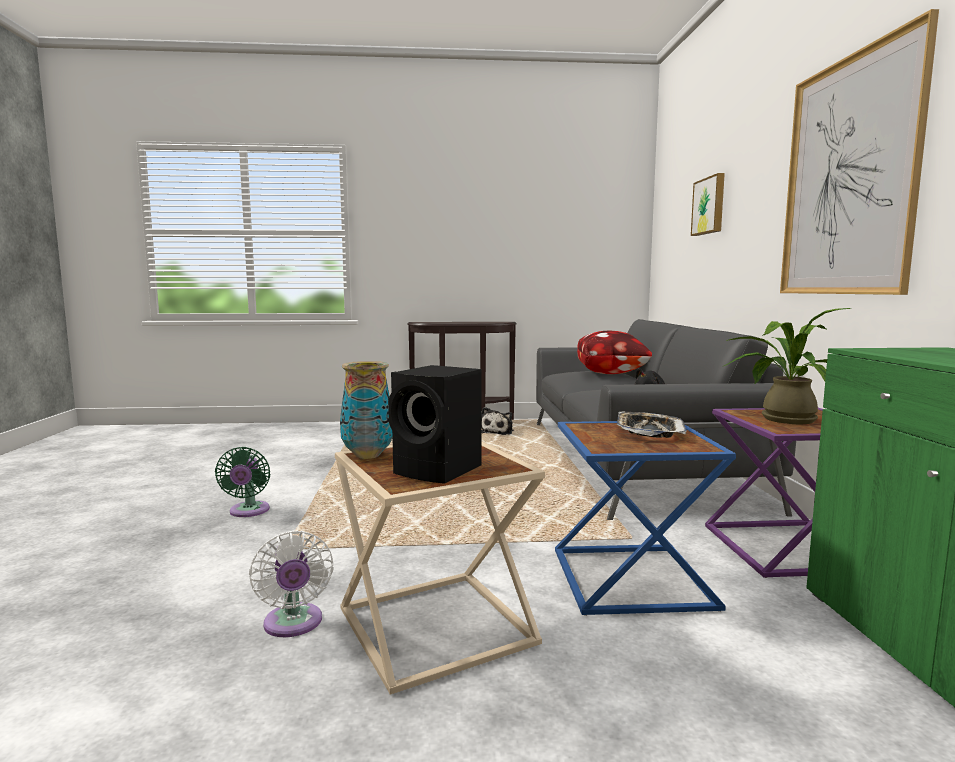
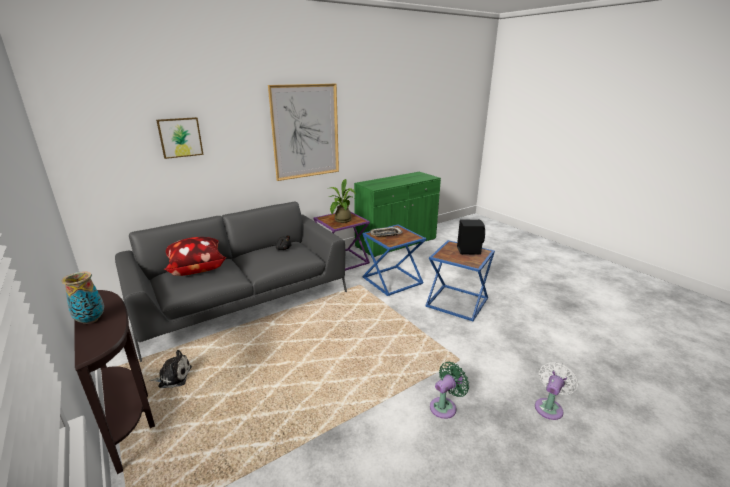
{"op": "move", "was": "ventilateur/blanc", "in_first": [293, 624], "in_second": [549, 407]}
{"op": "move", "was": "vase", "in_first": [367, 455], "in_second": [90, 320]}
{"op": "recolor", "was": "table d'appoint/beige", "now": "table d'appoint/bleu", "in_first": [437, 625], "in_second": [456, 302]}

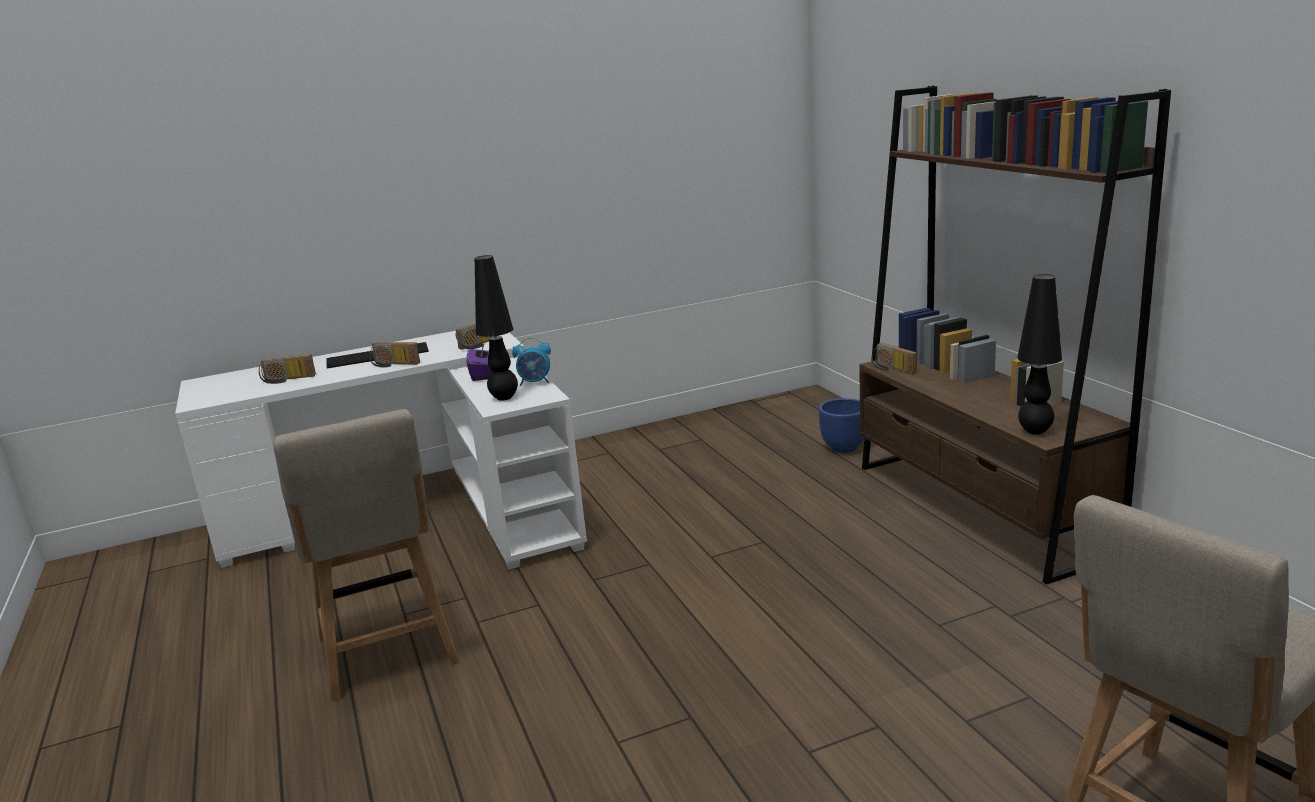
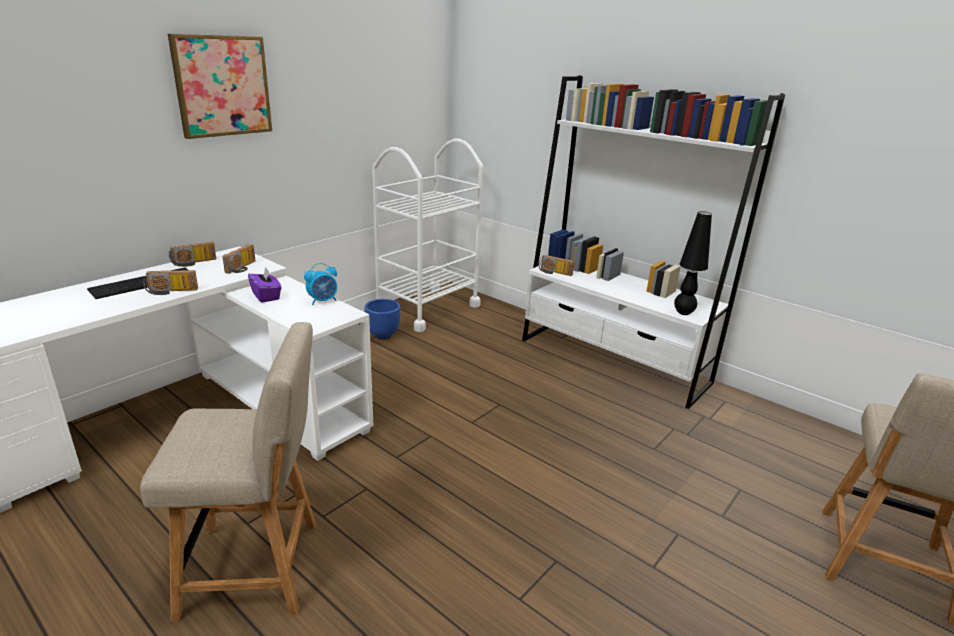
{"op": "delete", "was": "lampe de table/noir", "in_first": [504, 398]}
{"op": "insert", "now": "tableau", "in_second": [222, 86]}
{"op": "insert", "now": "chariot/blanc", "in_second": [427, 308]}
{"op": "move", "was": "radio", "in_first": [287, 380], "in_second": [194, 263]}
{"op": "move", "was": "cache-pot/bleu", "in_first": [844, 448], "in_second": [383, 334]}
{"op": "recolor", "was": "bibliothèque/marron", "now": "bibliothèque/blanc", "in_first": [979, 508], "in_second": [613, 361]}
{"op": "rotate", "was": "chaise/beige", "in_first": [388, 654], "in_second": [258, 568], "clockwise": -45}

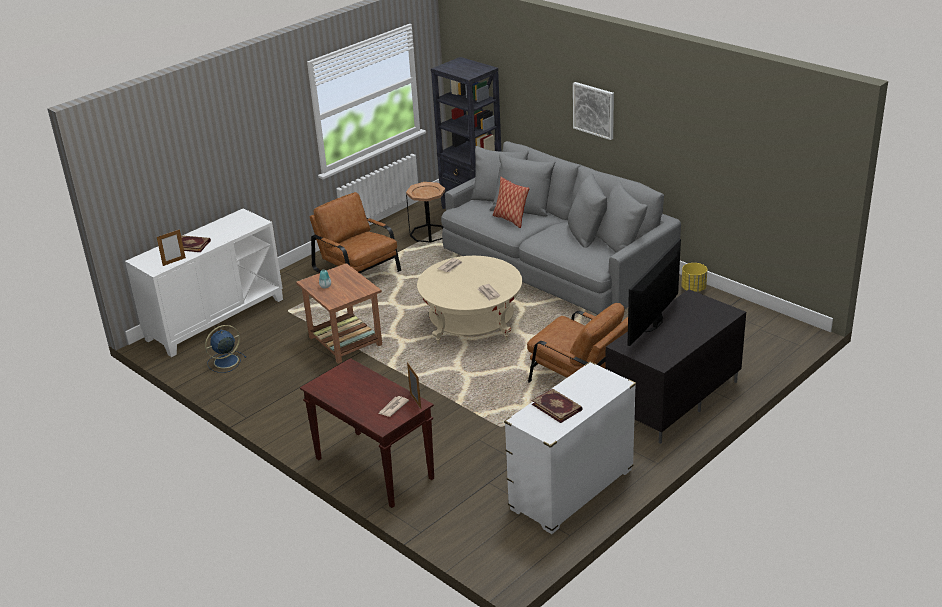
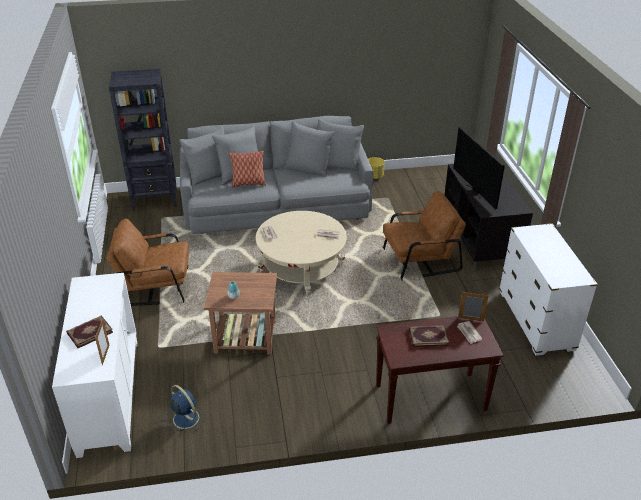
{"op": "delete", "was": "table d'appoint/marron", "in_first": [429, 234]}
{"op": "delete", "was": "tableau", "in_first": [594, 110]}
{"op": "move", "was": "livre", "in_first": [557, 407], "in_second": [428, 337]}
{"op": "rotate", "was": "ventilateur/bleu", "in_first": [225, 362], "in_second": [185, 418], "clockwise": 135}

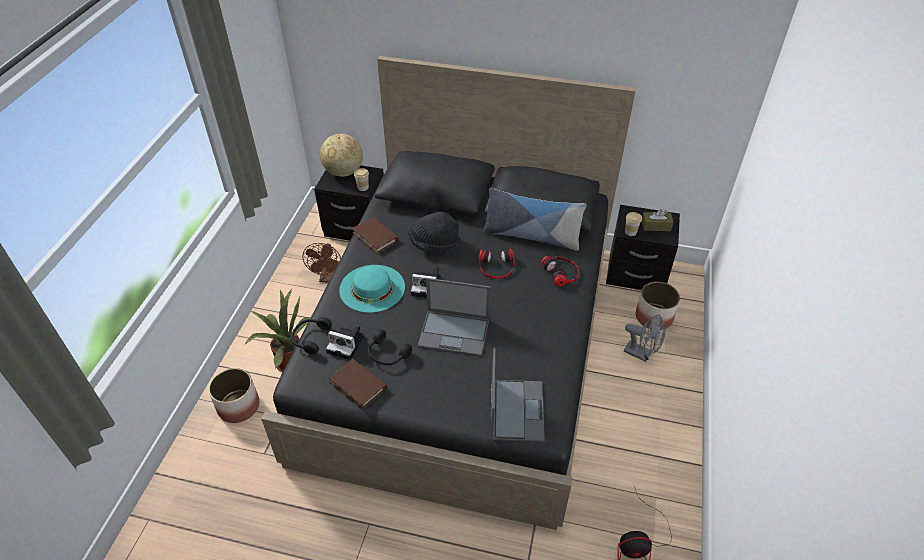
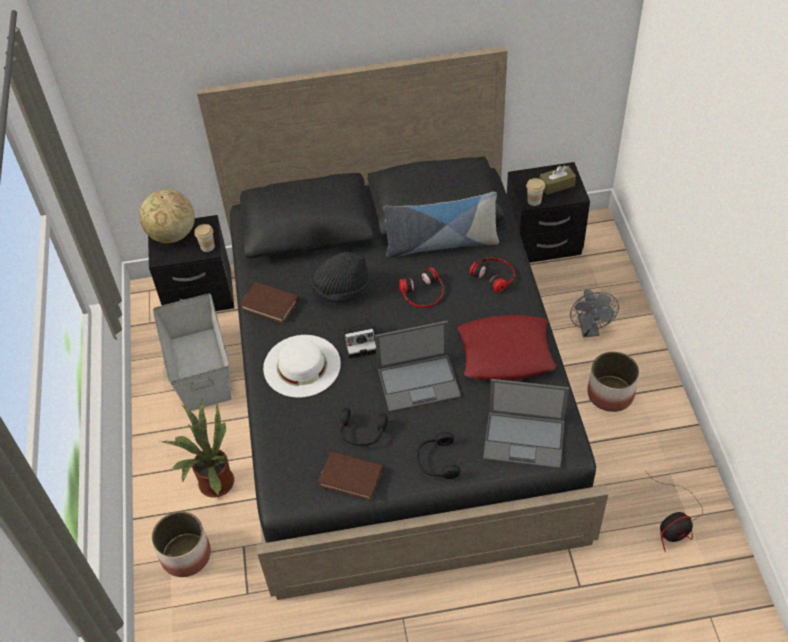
{"op": "delete", "was": "appareil photo", "in_first": [347, 344]}
{"op": "insert", "now": "coussin/rouge", "in_second": [506, 353]}
{"op": "move", "was": "casque audio/noir", "in_first": [310, 338], "in_second": [437, 461]}
{"op": "move", "was": "cache-pot", "in_first": [654, 317], "in_second": [611, 394]}
{"op": "replace", "was": "ventilateur/marron", "now": "boîte de rangement/gris", "in_first": [327, 277], "in_second": [201, 368]}
{"op": "recolor", "was": "chapeau/turquoise", "now": "chapeau/blanc", "in_first": [372, 288], "in_second": [302, 365]}
{"op": "rotate", "was": "ordinateur portable", "in_first": [516, 409], "in_second": [525, 439], "clockwise": 120}
{"op": "rotate", "was": "ventilateur/gris", "in_first": [641, 354], "in_second": [589, 330], "clockwise": 75}

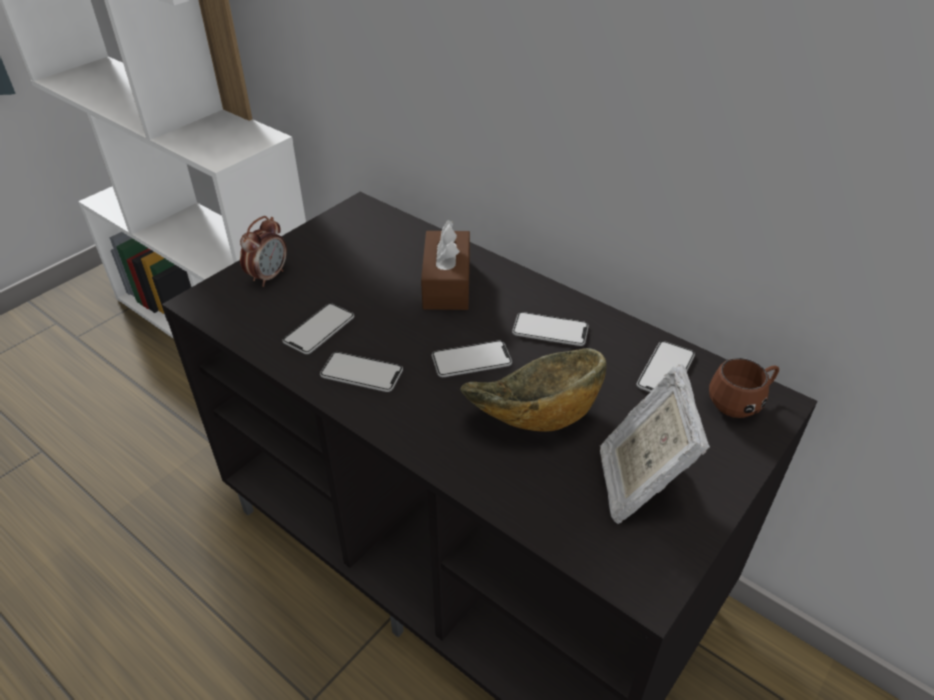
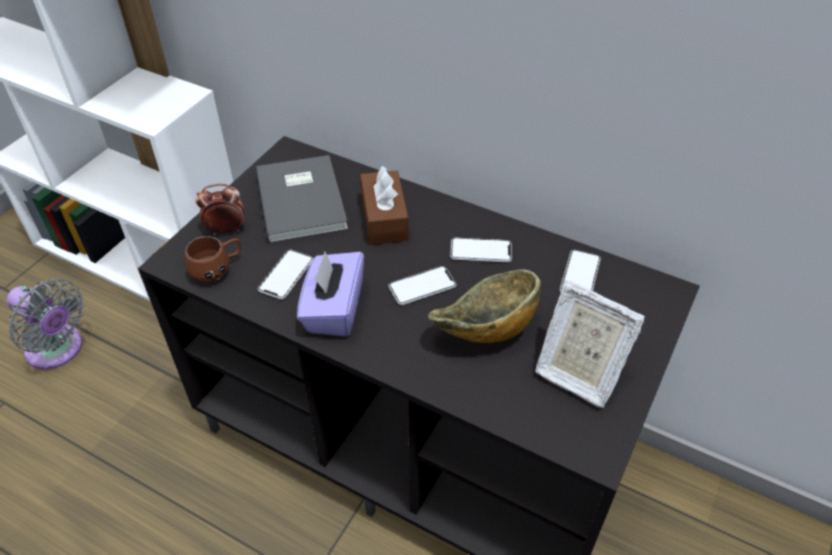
{"op": "insert", "now": "ventilateur/gris", "in_second": [58, 350]}
{"op": "insert", "now": "livre/gris", "in_second": [303, 199]}
{"op": "move", "was": "mug/marron", "in_first": [741, 403], "in_second": [218, 270]}
{"op": "replace", "was": "téléphone", "now": "boîte à mouchoirs/violet", "in_first": [361, 373], "in_second": [333, 310]}
{"op": "rotate", "was": "réveil", "in_first": [268, 276], "in_second": [226, 230], "clockwise": -120}
{"op": "rotate", "was": "cadre photo", "in_first": [639, 483], "in_second": [577, 373], "clockwise": -45}

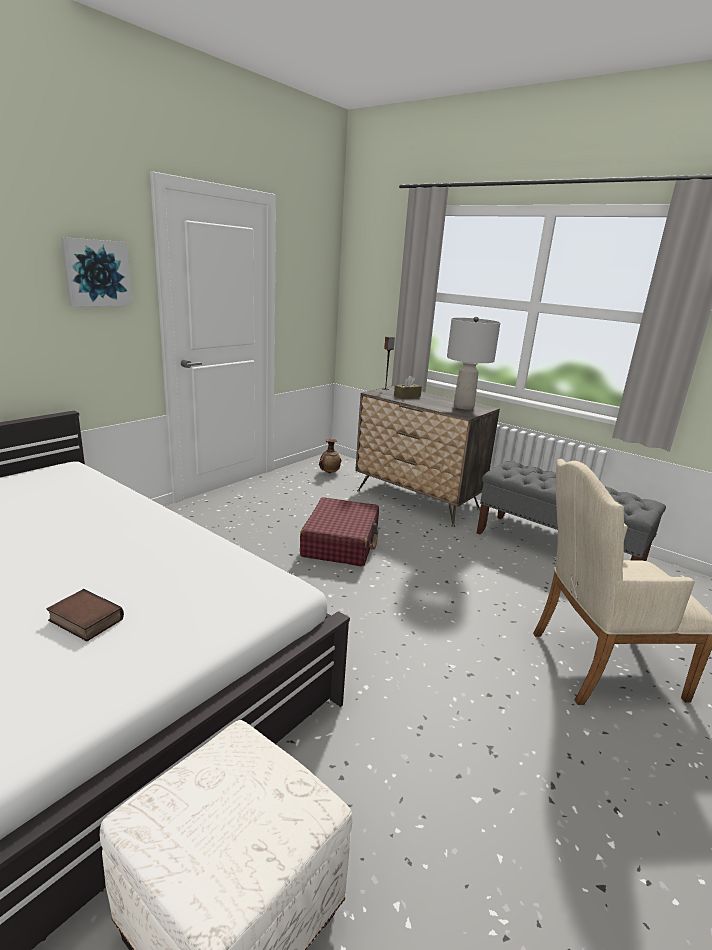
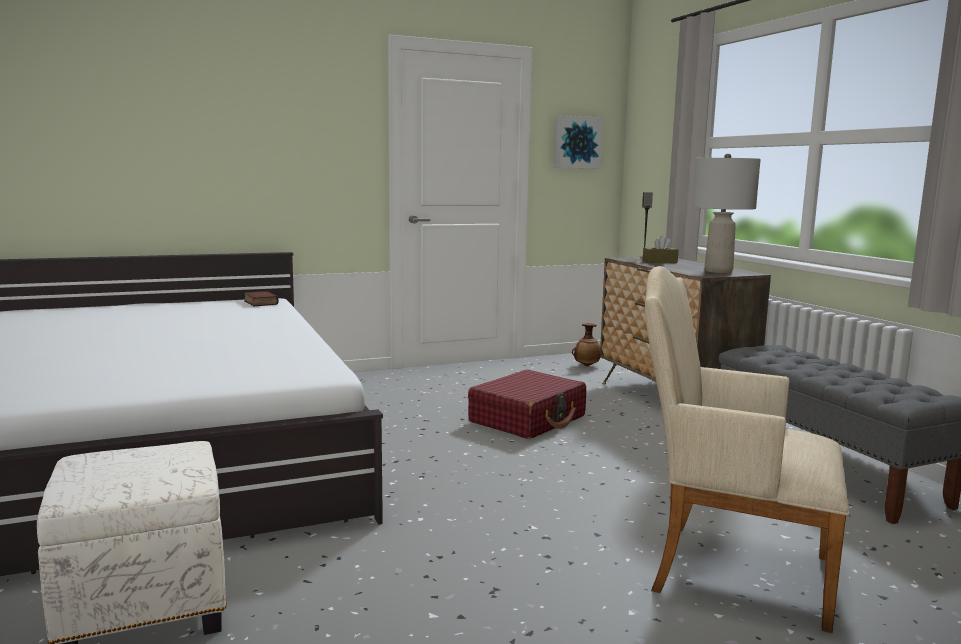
{"op": "move", "was": "livre", "in_first": [83, 620], "in_second": [259, 302]}
{"op": "move", "was": "tableau", "in_first": [96, 273], "in_second": [577, 142]}

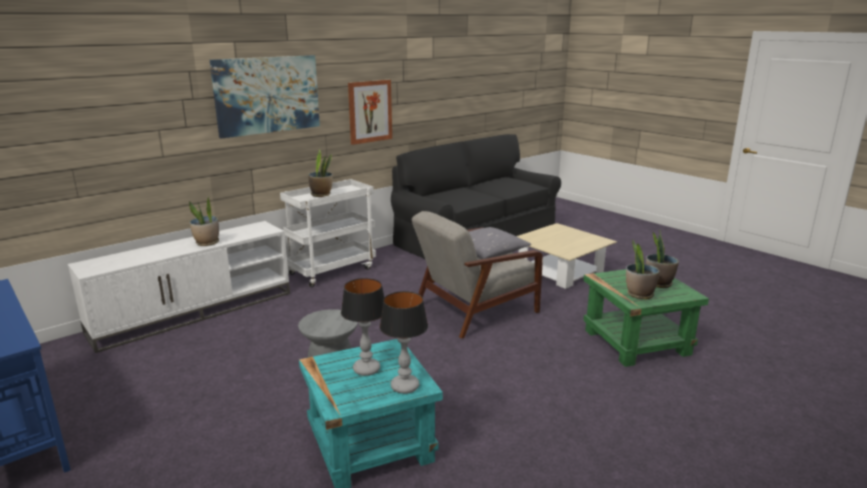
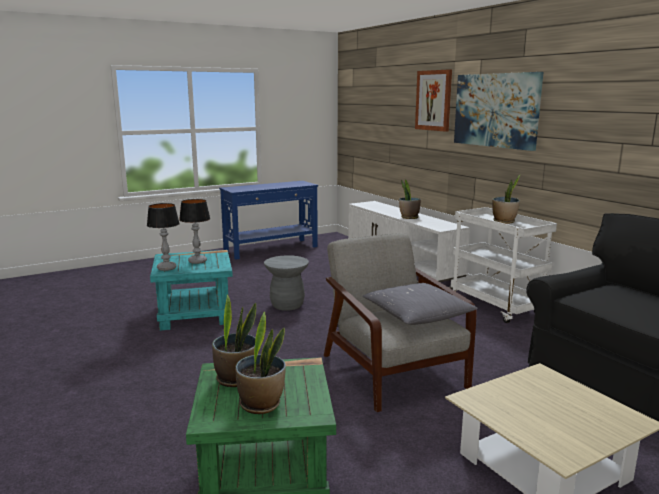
{"op": "move", "was": "tableau", "in_first": [370, 111], "in_second": [433, 100]}

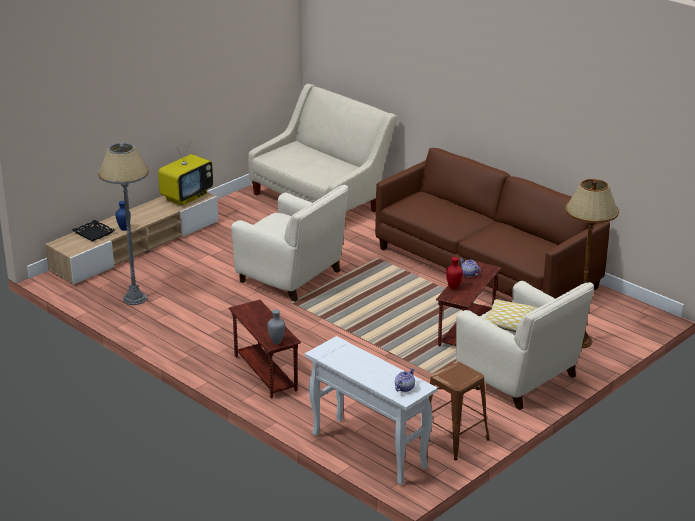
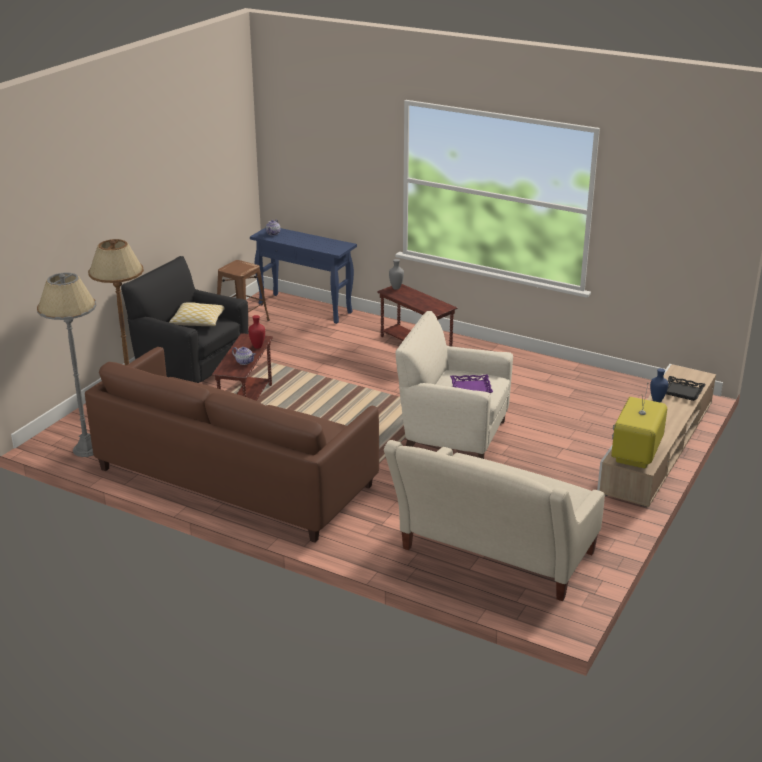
{"op": "insert", "now": "plateau/violet", "in_second": [471, 388]}
{"op": "move", "was": "lampadaire/gris", "in_first": [134, 299], "in_second": [86, 449]}
{"op": "recolor", "was": "table console/blanc", "now": "table console/bleu", "in_first": [367, 451], "in_second": [306, 308]}
{"op": "recolor", "was": "fauteuil/beige", "now": "fauteuil/noir", "in_first": [519, 378], "in_second": [191, 369]}

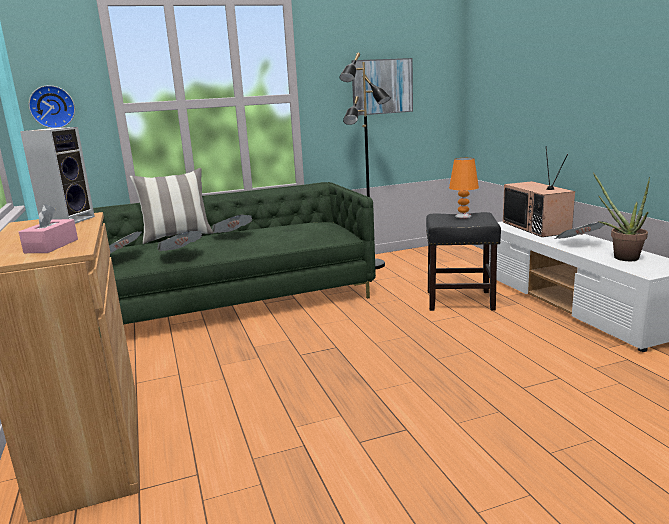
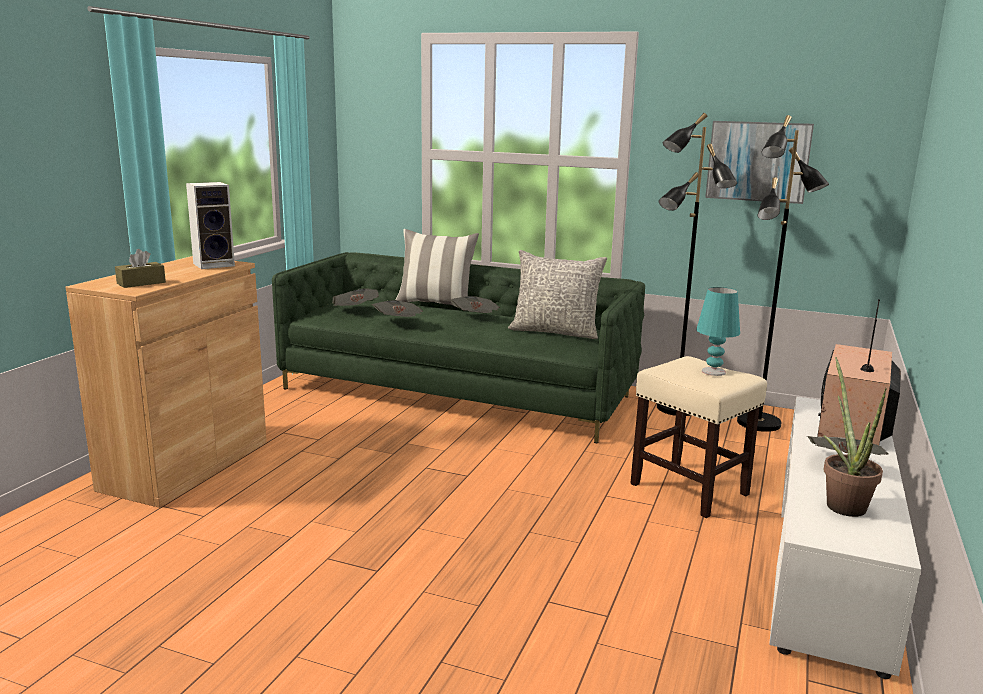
{"op": "delete", "was": "horloge murale", "in_first": [52, 107]}
{"op": "insert", "now": "coussin/gris", "in_second": [555, 331]}
{"op": "insert", "now": "lampadaire/noir", "in_second": [759, 424]}
{"op": "recolor", "was": "boîte à mouchoirs/rose", "now": "boîte à mouchoirs/marron", "in_first": [51, 246], "in_second": [141, 283]}
{"op": "recolor", "was": "tabouret/noir", "now": "tabouret/beige", "in_first": [460, 300], "in_second": [690, 489]}
{"op": "recolor", "was": "lampe de table/orange", "now": "lampe de table/turquoise", "in_first": [463, 216], "in_second": [713, 371]}

